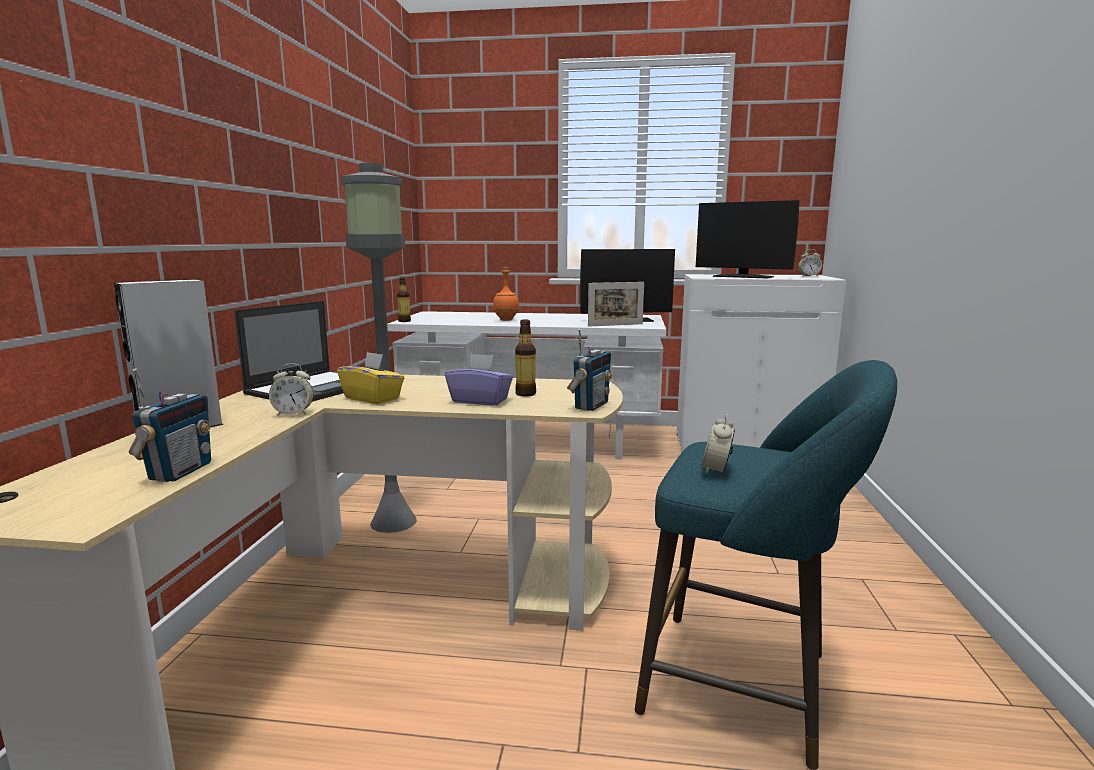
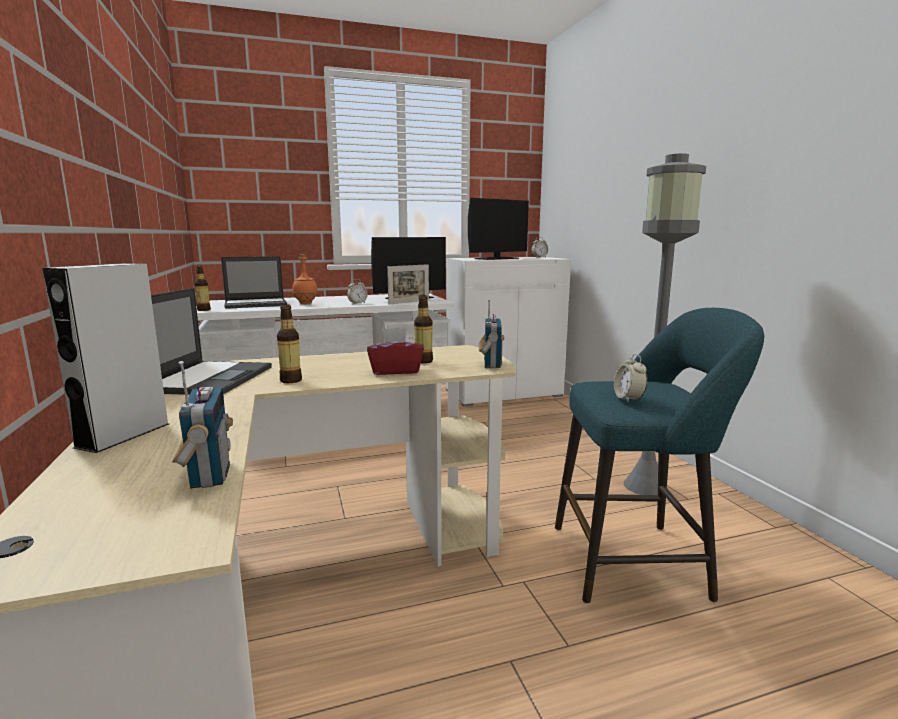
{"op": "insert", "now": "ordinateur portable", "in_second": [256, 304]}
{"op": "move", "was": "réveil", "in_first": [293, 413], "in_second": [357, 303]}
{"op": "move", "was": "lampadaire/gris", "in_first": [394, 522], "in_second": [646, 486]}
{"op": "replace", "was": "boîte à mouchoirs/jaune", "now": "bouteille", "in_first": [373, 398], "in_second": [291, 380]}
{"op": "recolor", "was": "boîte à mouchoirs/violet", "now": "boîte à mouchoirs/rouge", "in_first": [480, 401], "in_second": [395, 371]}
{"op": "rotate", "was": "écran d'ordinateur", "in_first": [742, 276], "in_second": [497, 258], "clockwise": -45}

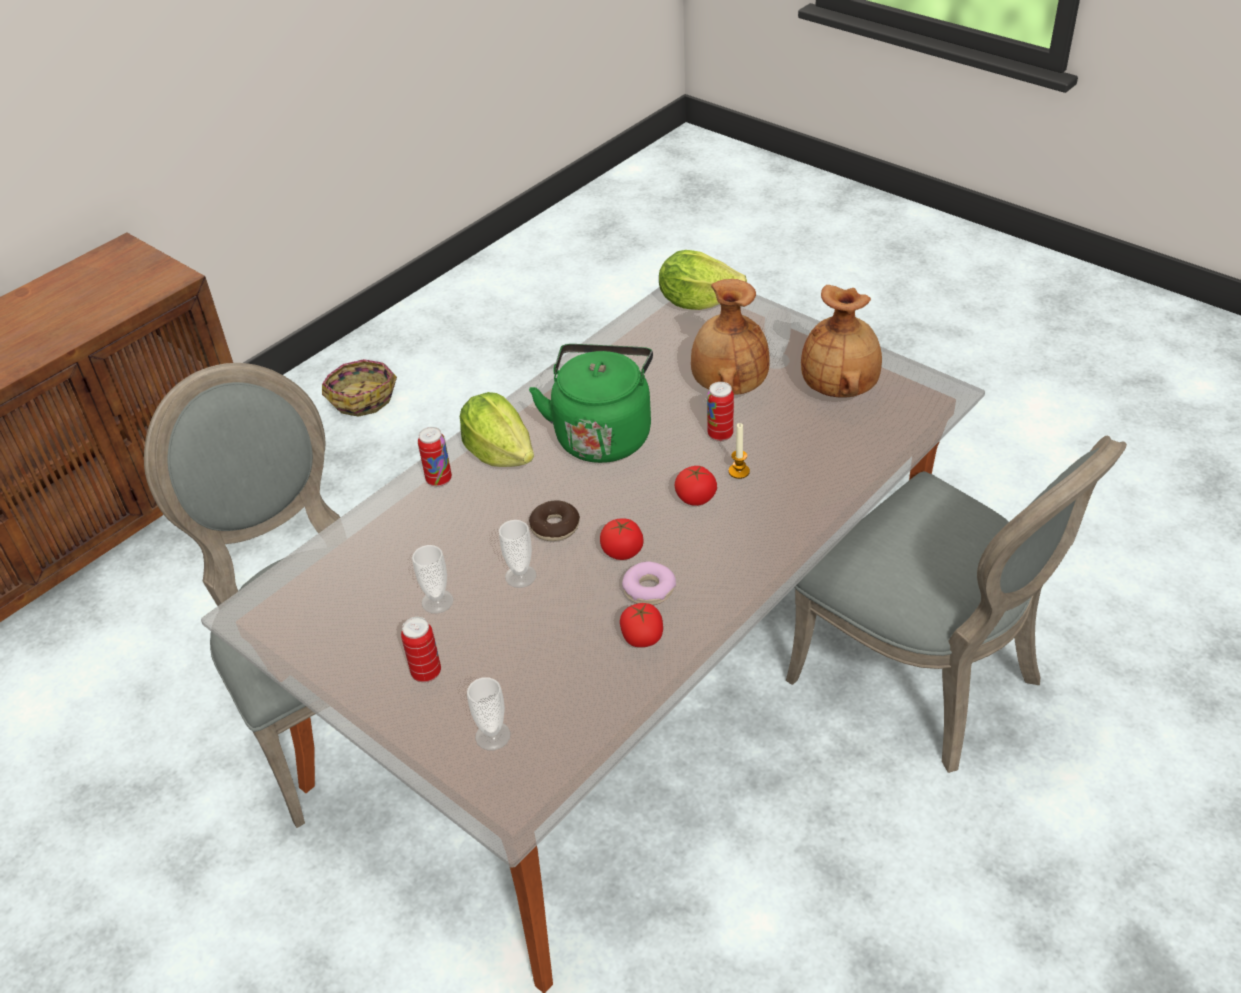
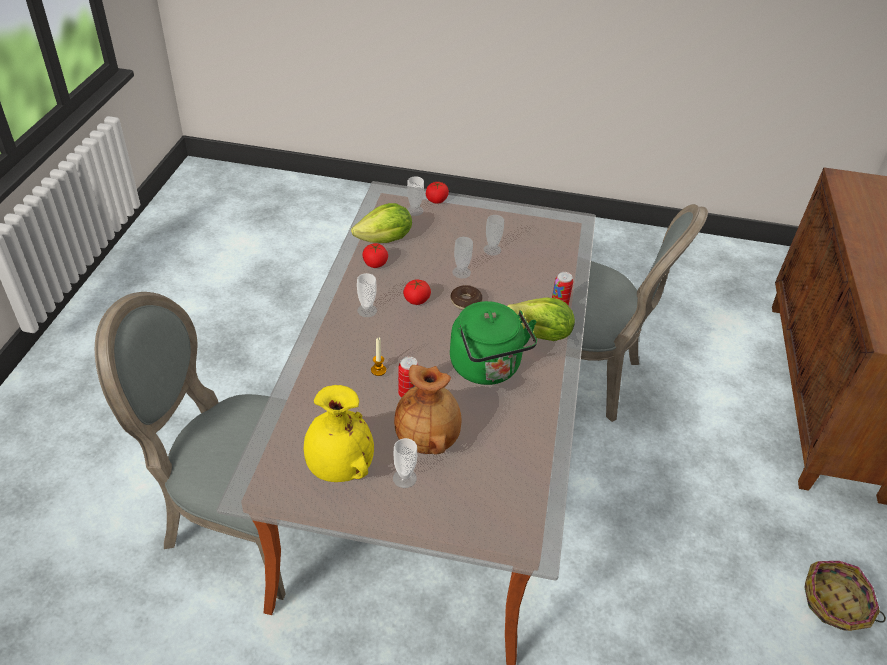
{"op": "delete", "was": "boîte métallique", "in_first": [426, 672]}
{"op": "delete", "was": "beignet", "in_first": [649, 590]}
{"op": "insert", "now": "tasse", "in_second": [367, 310]}
{"op": "move", "was": "laitue", "in_first": [697, 301], "in_second": [385, 240]}
{"op": "move", "was": "tomate", "in_first": [695, 498], "in_second": [436, 200]}
{"op": "recolor", "was": "vase/marron", "now": "vase/jaune", "in_first": [840, 388], "in_second": [338, 467]}

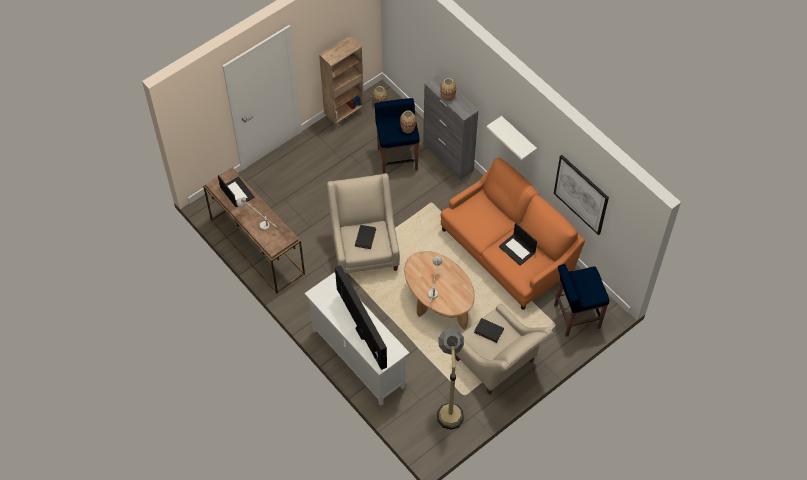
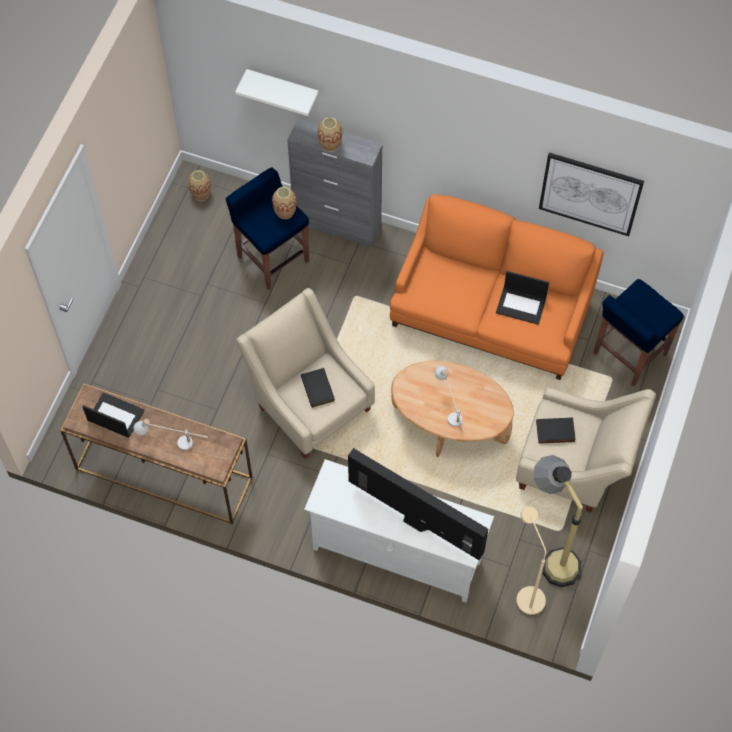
{"op": "delete", "was": "bibliothèque/marron", "in_first": [344, 115]}
{"op": "insert", "now": "lampadaire/beige", "in_second": [526, 594]}
{"op": "move", "was": "étagère/blanc", "in_first": [518, 137], "in_second": [283, 88]}

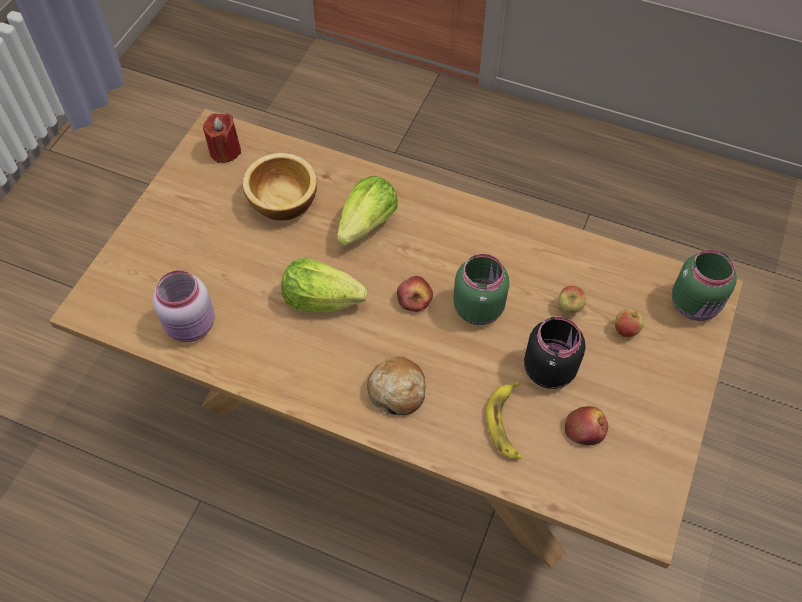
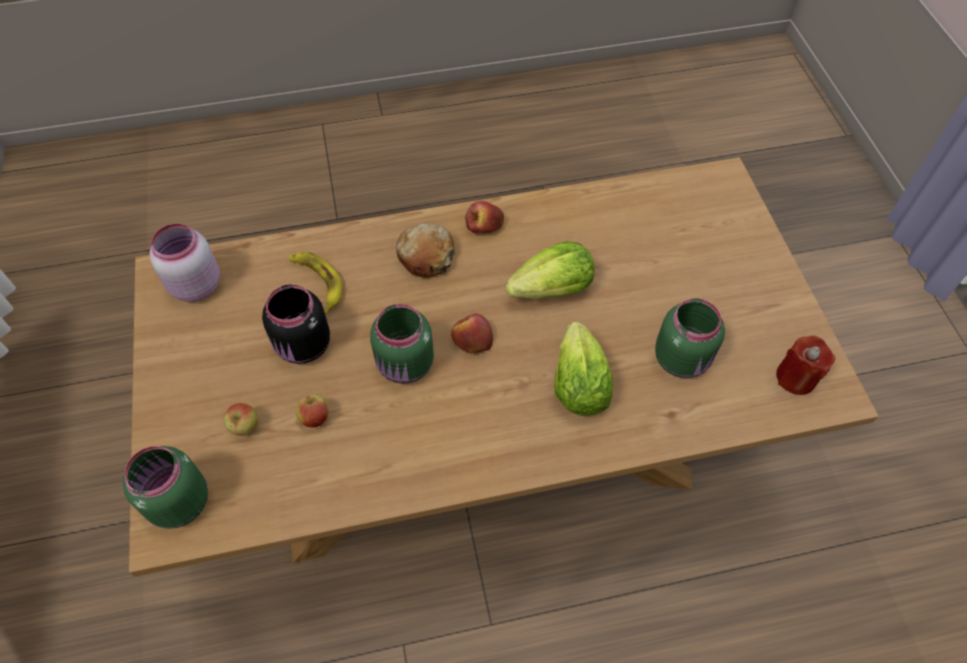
{"op": "move", "was": "bocal/rose", "in_first": [192, 326], "in_second": [195, 285]}
{"op": "move", "was": "pomme", "in_first": [585, 429], "in_second": [484, 224]}
{"op": "replace", "was": "bol", "now": "bocal/vert", "in_first": [281, 201], "in_second": [682, 358]}

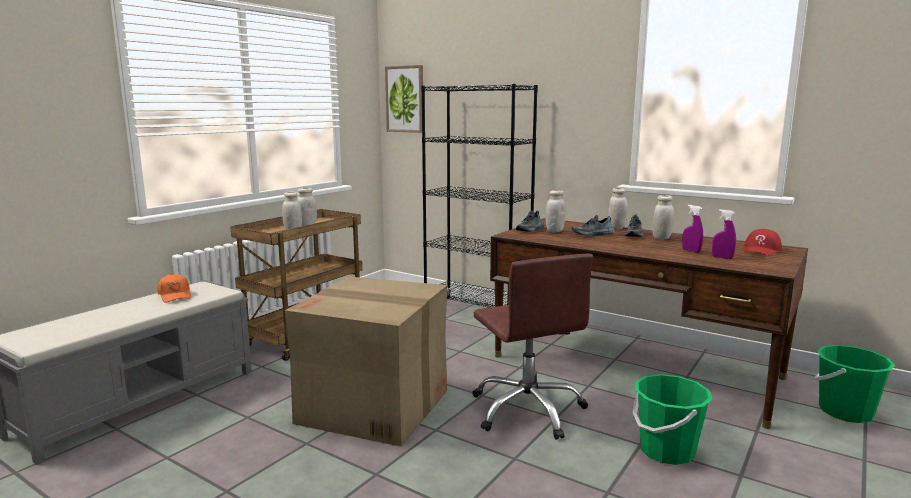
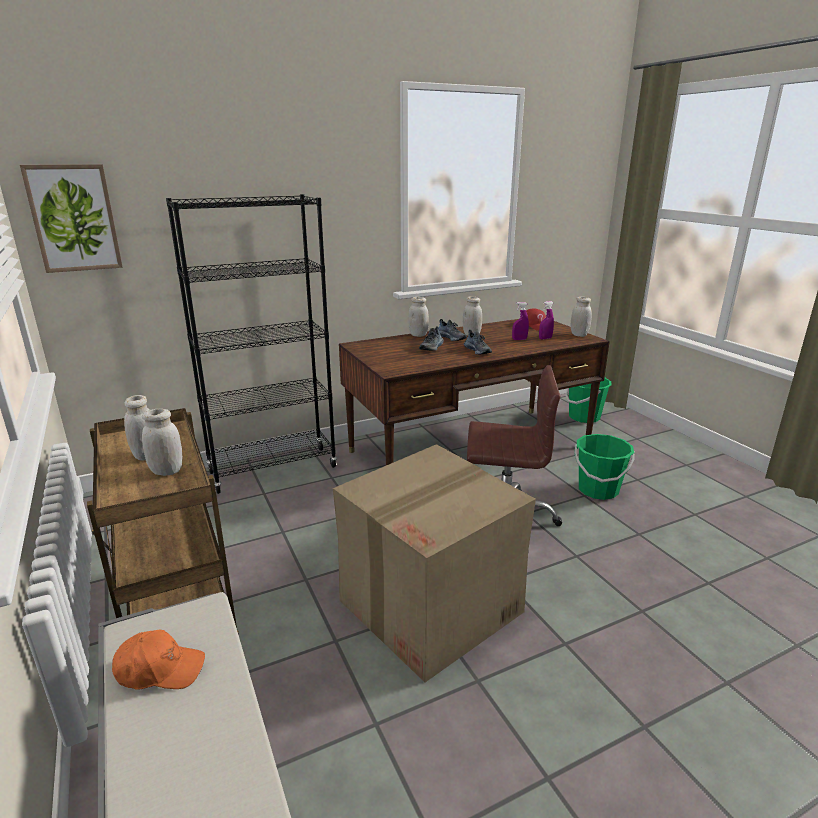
{"op": "move", "was": "chaussure", "in_first": [530, 230], "in_second": [478, 351]}
{"op": "move", "was": "bocal/blanc", "in_first": [554, 231], "in_second": [579, 335]}

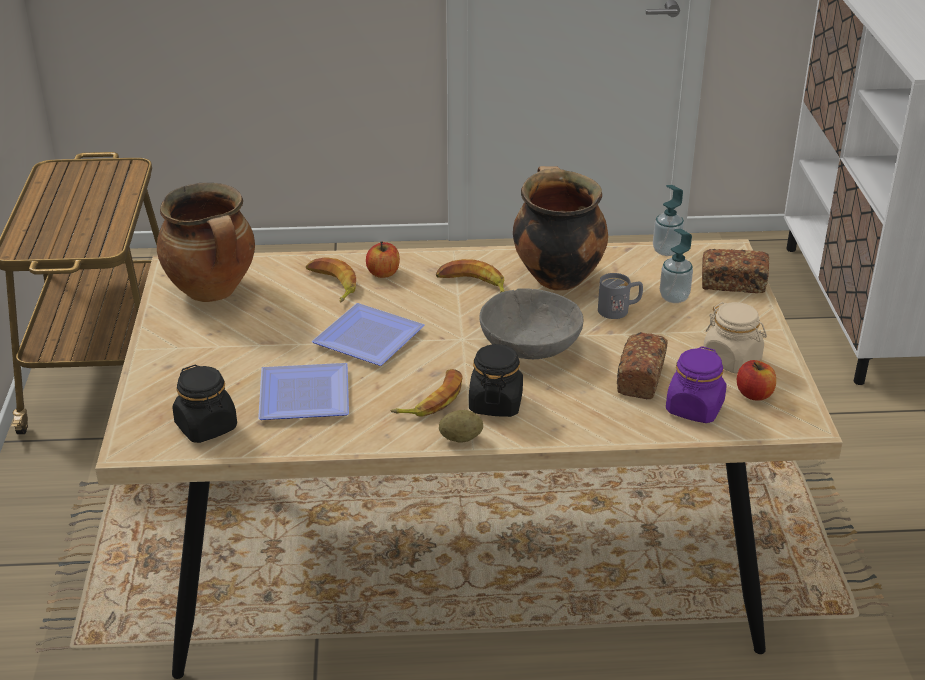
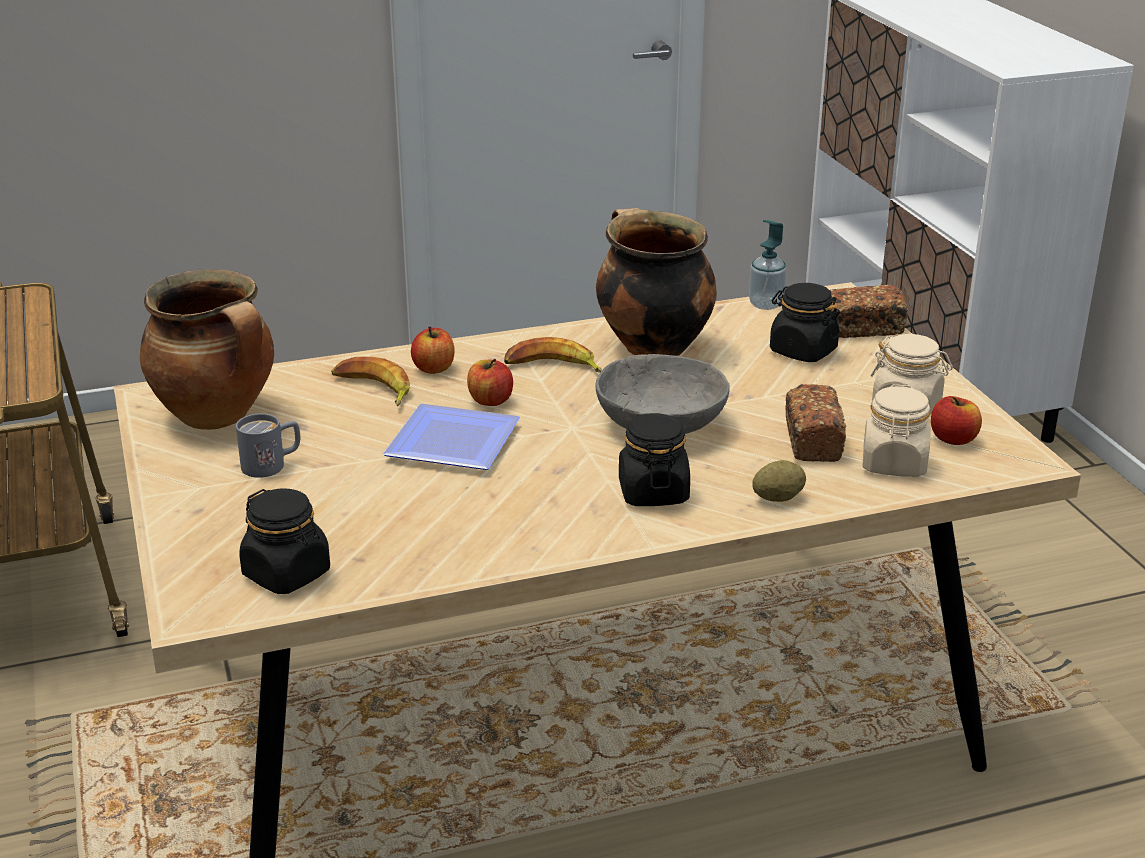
{"op": "delete", "was": "assiette", "in_first": [301, 394]}
{"op": "delete", "was": "banane", "in_first": [432, 399]}
{"op": "insert", "now": "pomme", "in_second": [490, 400]}
{"op": "move", "was": "pomme de terre", "in_first": [461, 438], "in_second": [777, 498]}
{"op": "move", "was": "mug/gris", "in_first": [619, 310], "in_second": [272, 464]}
{"op": "replace", "was": "distributeur de savon", "now": "bocal/noir", "in_first": [674, 297], "in_second": [802, 351]}
{"op": "recolor", "was": "bocal/violet", "now": "bocal/beige", "in_first": [694, 408], "in_second": [894, 464]}

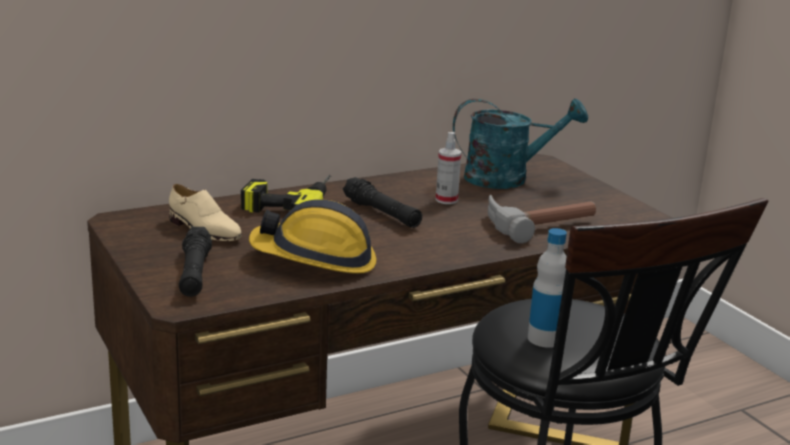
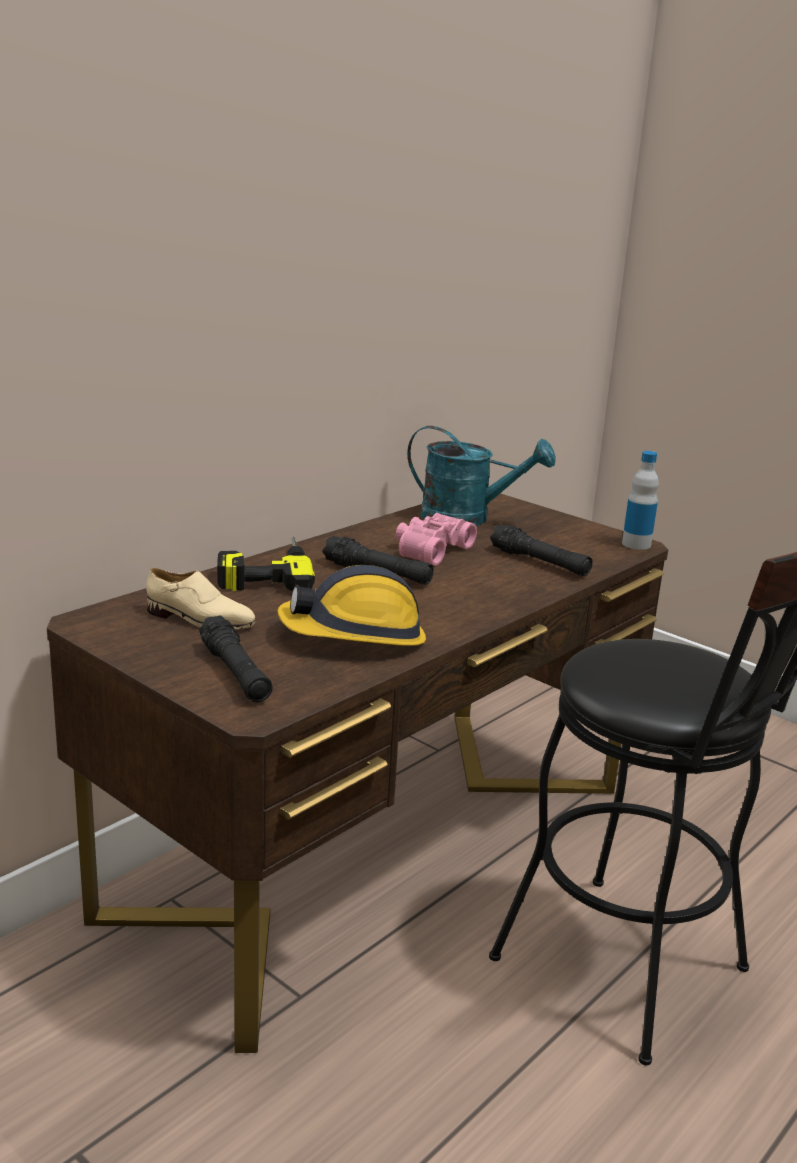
{"op": "move", "was": "bouteille", "in_first": [545, 338], "in_second": [636, 544]}
{"op": "replace", "was": "vaporisateur", "now": "jumelles/rose", "in_first": [446, 200], "in_second": [429, 549]}
{"op": "replace", "was": "marteau", "now": "lampe de poche/noir", "in_first": [537, 223], "in_second": [539, 562]}
{"op": "rotate", "was": "arrosoir/turquoise", "in_first": [507, 178], "in_second": [467, 518], "clockwise": 45}

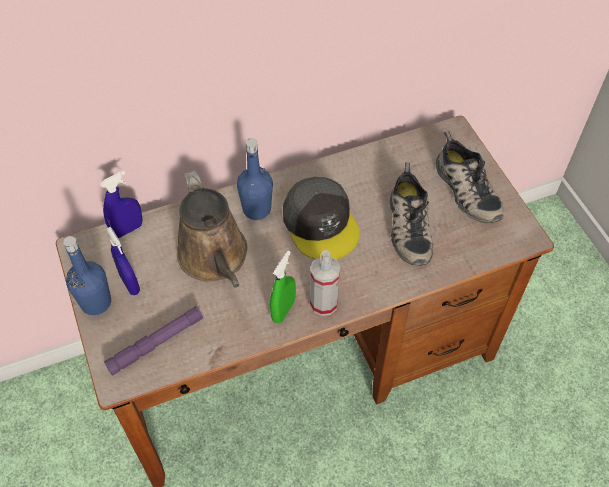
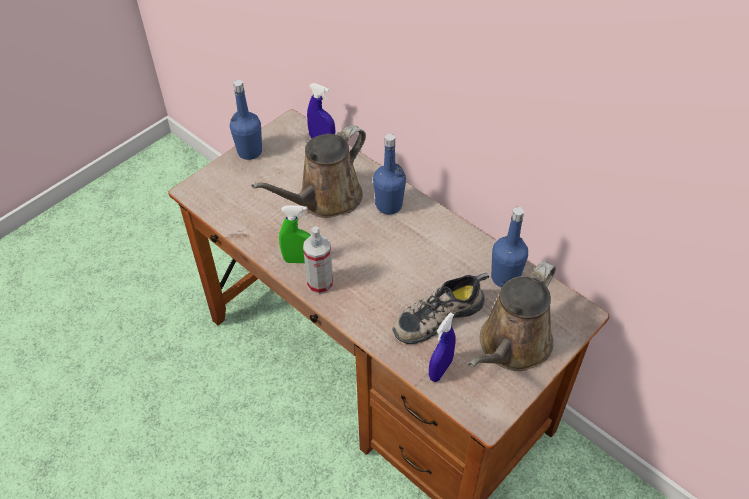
{"op": "delete", "was": "lampe de poche/violet", "in_first": [156, 343]}
{"op": "delete", "was": "casquette/gris", "in_first": [321, 223]}
{"op": "insert", "now": "bouteille/bleu", "in_second": [505, 277]}
{"op": "move", "was": "vaporisateur/bleu", "in_first": [130, 283], "in_second": [440, 370]}
{"op": "replace", "was": "chaussure", "now": "arrosoir/marron", "in_first": [465, 190], "in_second": [511, 346]}

